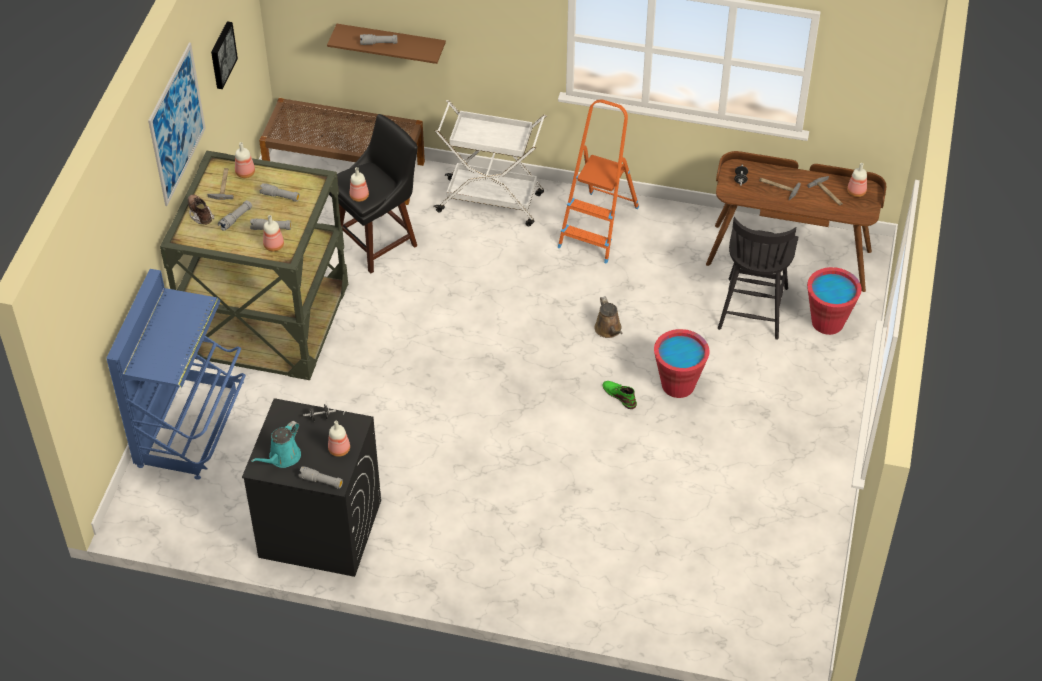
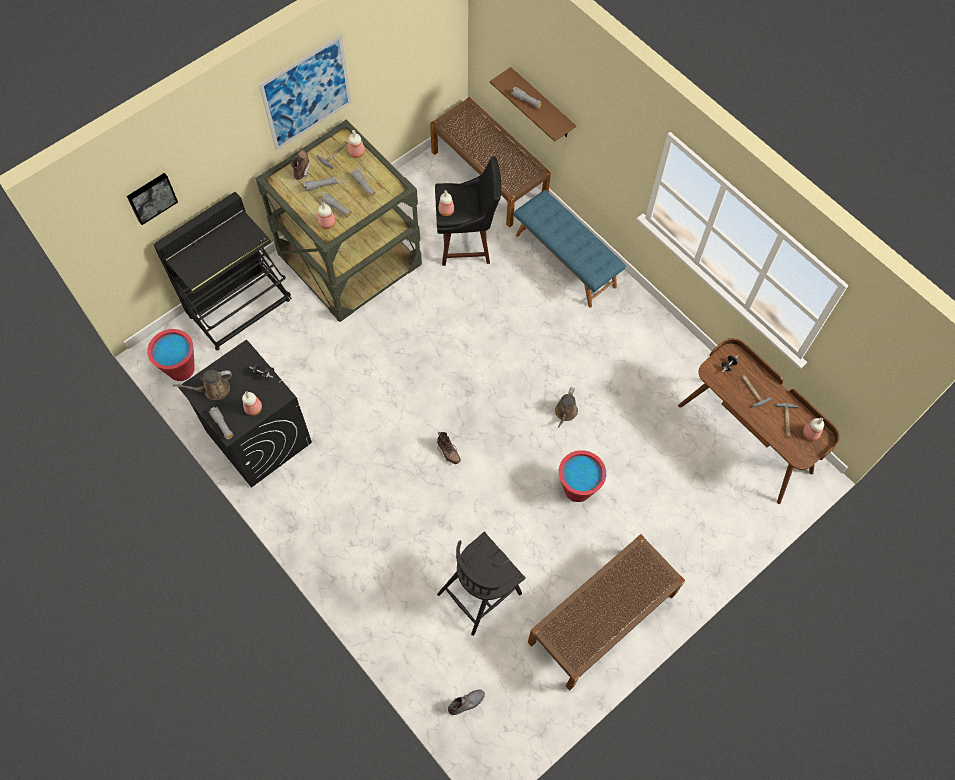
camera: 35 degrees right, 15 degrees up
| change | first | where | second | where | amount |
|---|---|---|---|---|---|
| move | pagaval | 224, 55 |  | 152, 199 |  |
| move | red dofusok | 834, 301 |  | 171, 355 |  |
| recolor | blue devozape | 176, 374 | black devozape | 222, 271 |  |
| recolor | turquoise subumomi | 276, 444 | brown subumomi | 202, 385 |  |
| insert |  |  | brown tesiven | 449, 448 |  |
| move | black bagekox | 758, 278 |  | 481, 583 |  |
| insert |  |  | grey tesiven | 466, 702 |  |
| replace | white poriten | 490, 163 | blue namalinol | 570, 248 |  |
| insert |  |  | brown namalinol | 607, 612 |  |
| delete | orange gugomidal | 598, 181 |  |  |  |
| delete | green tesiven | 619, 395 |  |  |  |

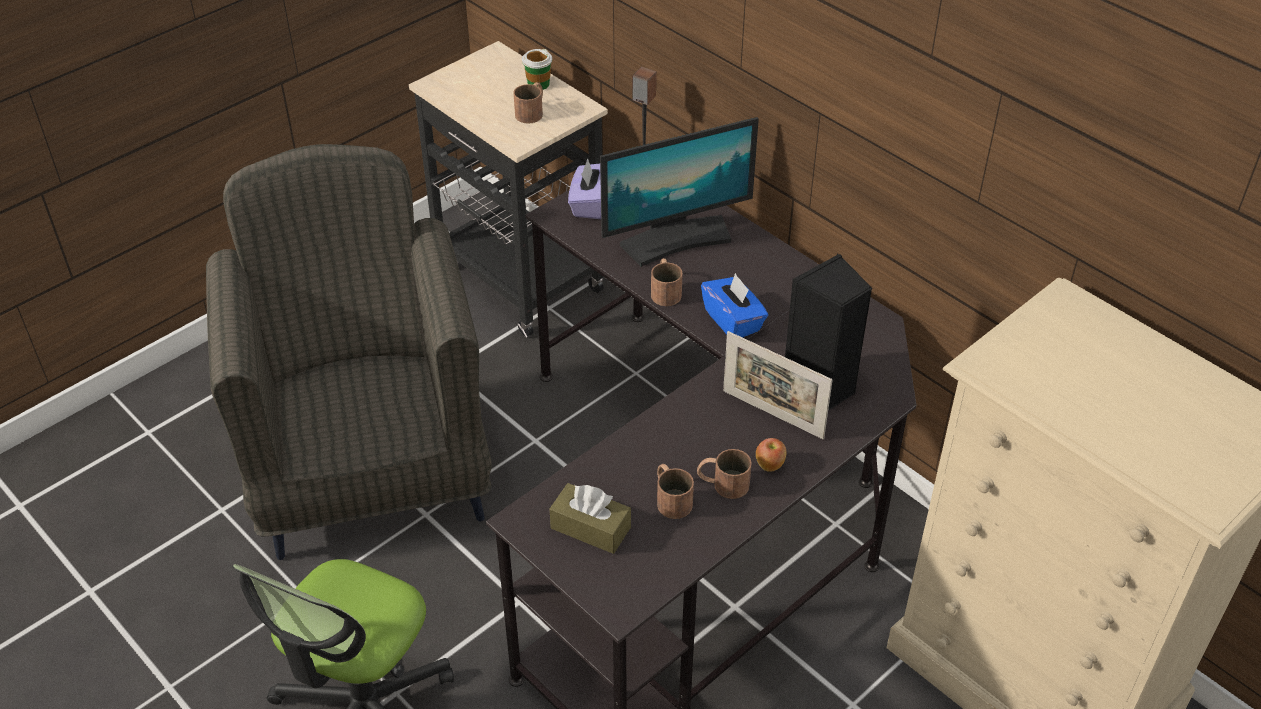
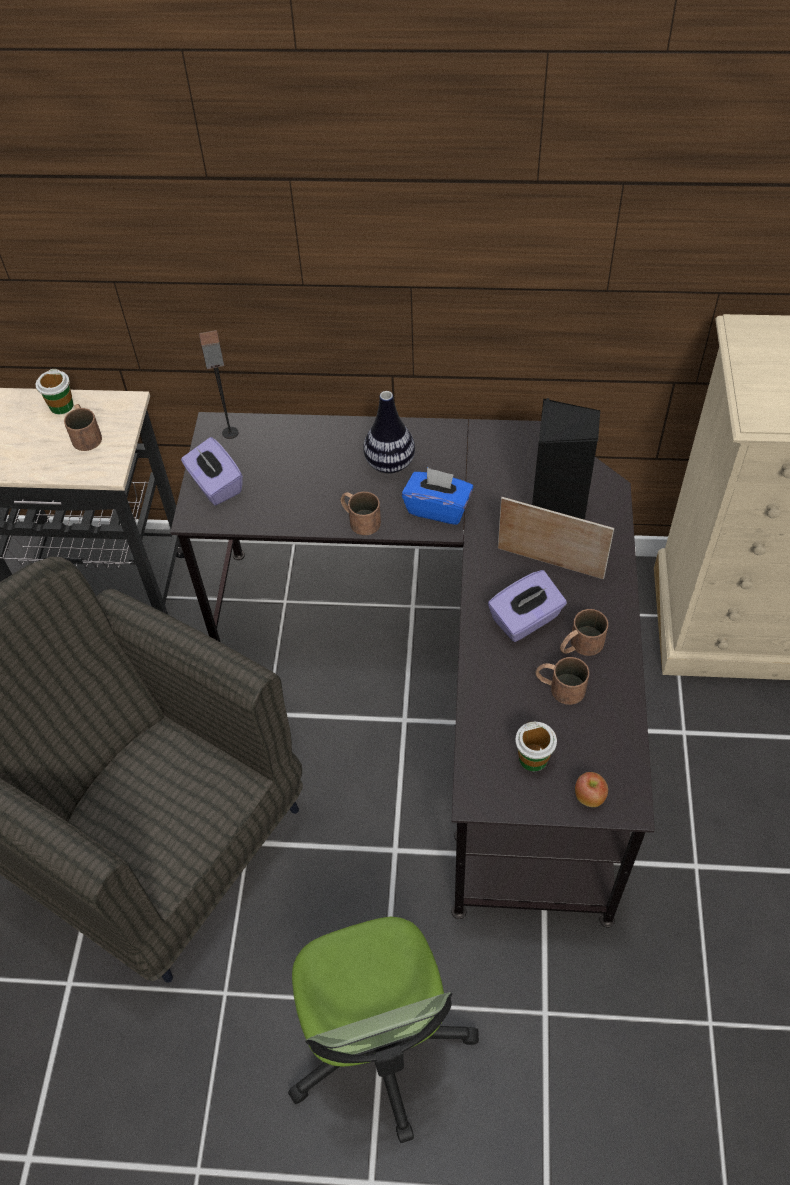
camera: 40 degrees left, 10 degrees up
| change | first | where | second | where | amount |
|---|---|---|---|---|---|
| insert |  |  | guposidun | 389, 432 |  |
| insert |  |  | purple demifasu | 527, 606 |  |
| rotate | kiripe | 777, 385 |  | 556, 538 | 150 degrees counterclockwise |
| replace | brown demifasu | 590, 518 | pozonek | 536, 746 |  |
| move | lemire | 771, 455 |  | 591, 789 |  |
| delete | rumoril | 679, 192 |  |  |  |

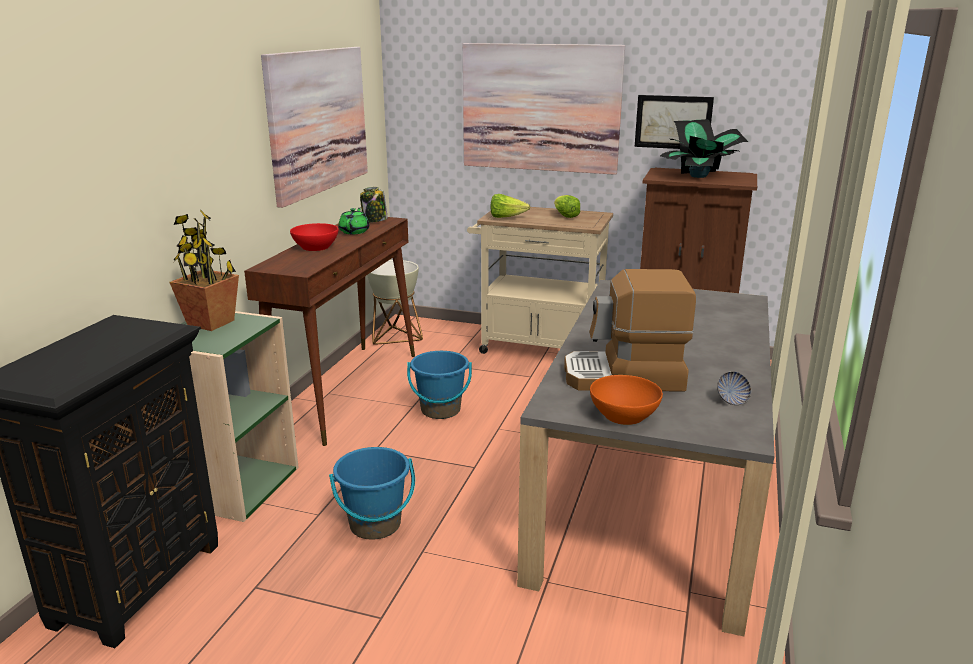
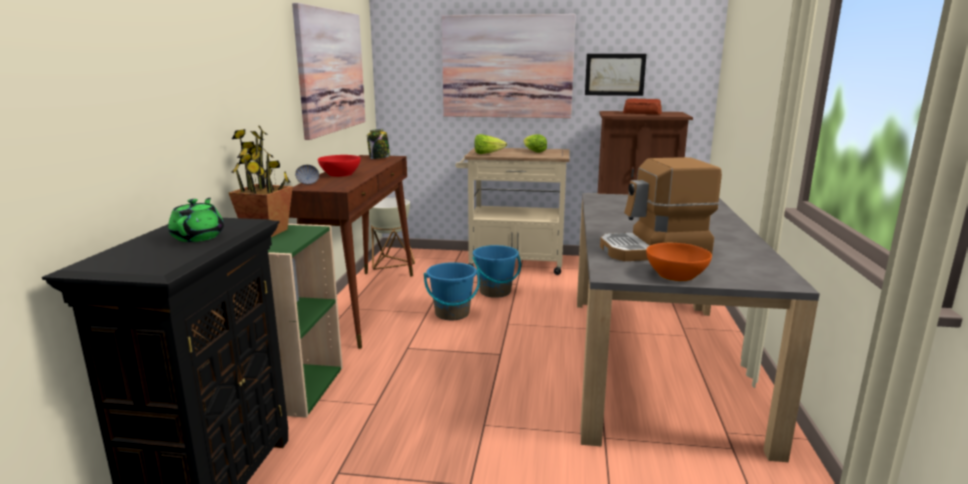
camera: 10 degrees left, 5 degrees down
| change | first | where | second | where | amount |
|---|---|---|---|---|---|
| move | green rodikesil | 353, 221 |  | 196, 220 |  |
| move | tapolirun | 734, 388 |  | 307, 175 |  |
| move | blue dofusok | 372, 493 |  | 496, 271 |  |
| replace | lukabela | 704, 148 | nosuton | 642, 106 |  |

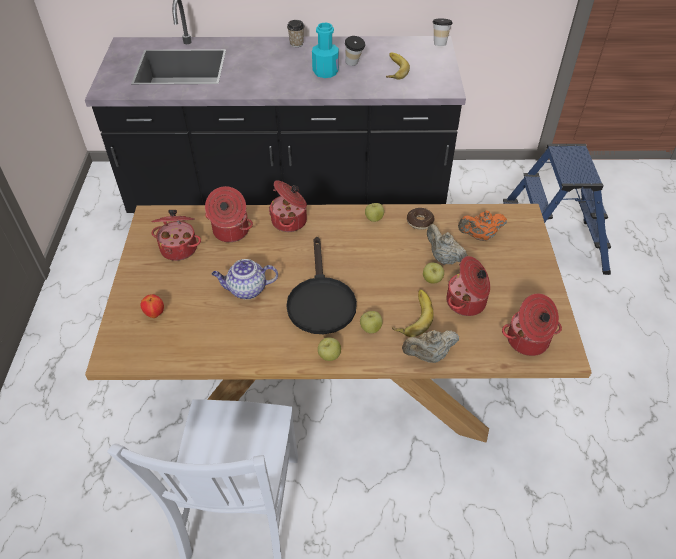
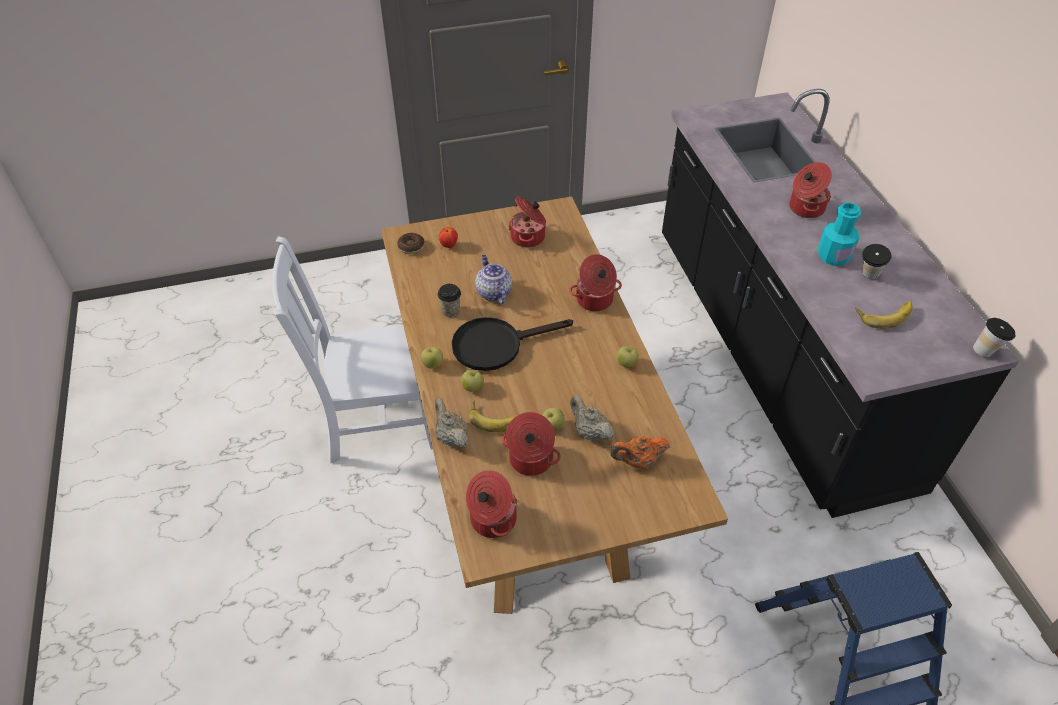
camera: 75 degrees right, 0 degrees up
| change | first | where | second | where | amount |
|---|---|---|---|---|---|
| move | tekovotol | 420, 219 |  | 411, 243 |  |
| move | pozonek | 296, 33 |  | 449, 300 |  |
| rotate | beige rodikesil | 447, 244 |  | 592, 418 | 75 degrees counterclockwise |
| rotate | orange rodikesil | 482, 225 |  | 640, 452 | 75 degrees counterclockwise |
| move | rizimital | 229, 214 |  | 810, 190 |  |

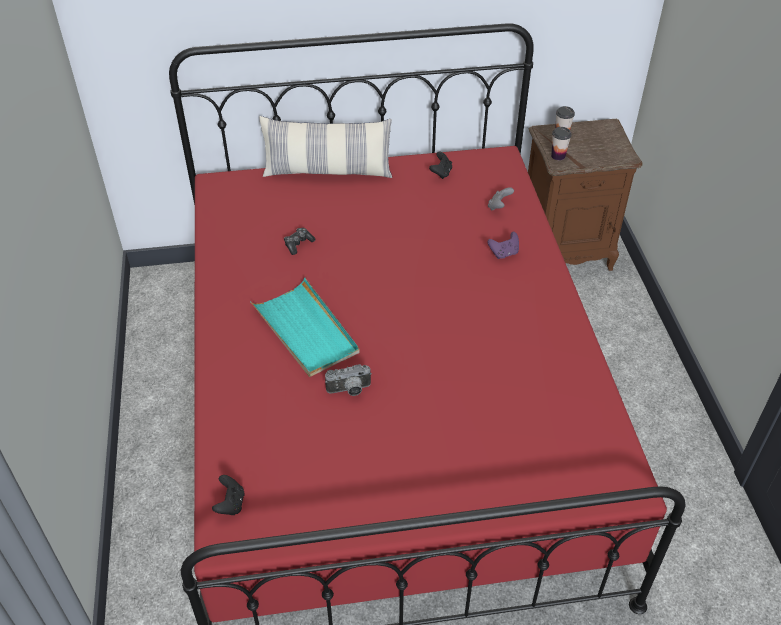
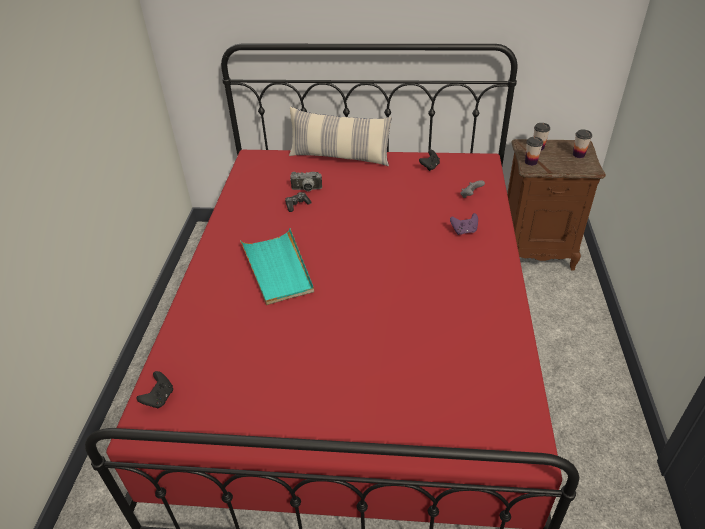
camera: 15 degrees right, 5 degrees down
| change | first | where | second | where | amount |
|---|---|---|---|---|---|
| move | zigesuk | 348, 380 |  | 306, 181 |  |
| insert |  |  | pozonek | 582, 144 |  |

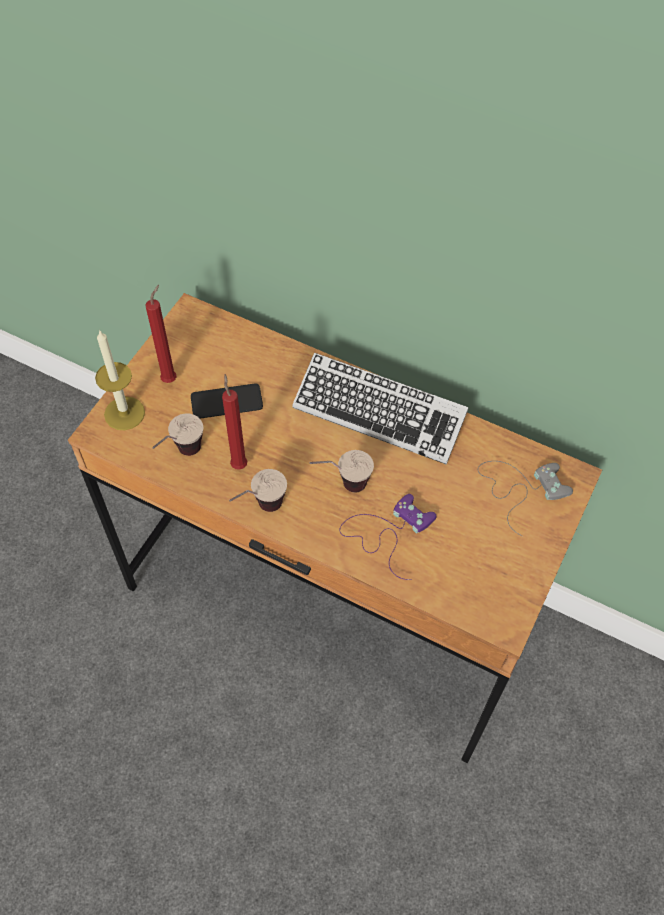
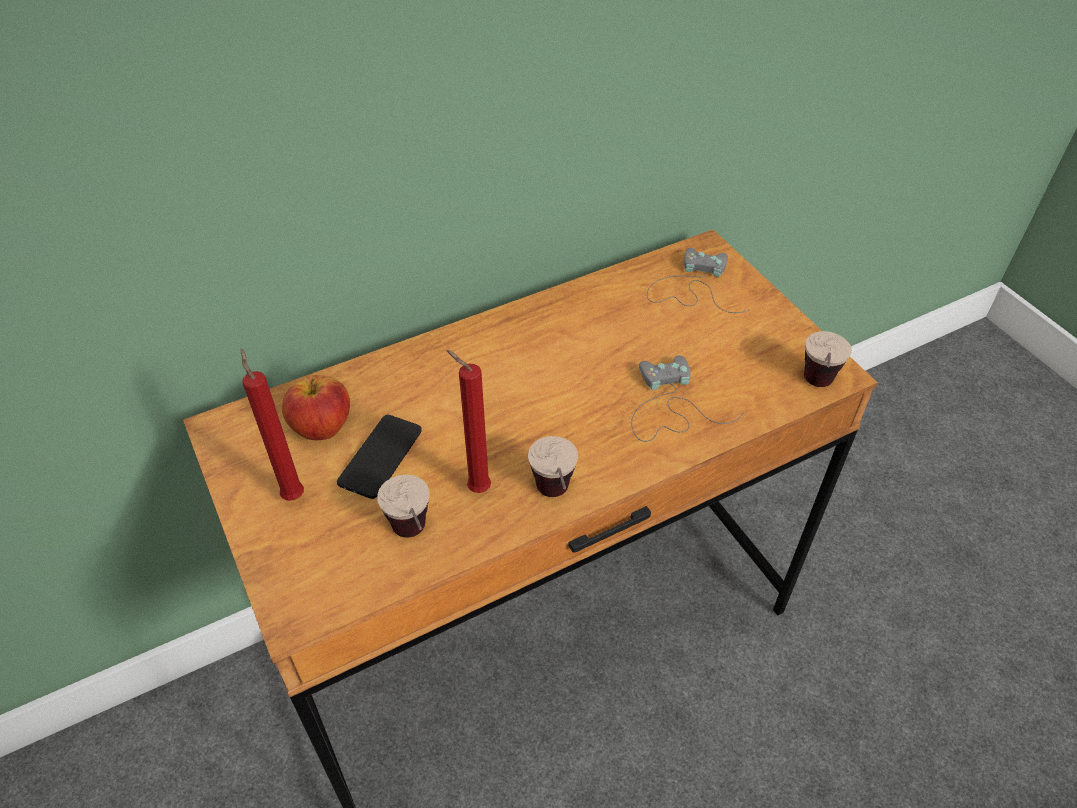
camera: 55 degrees left, 10 degrees down
| change | first | where | second | where | amount |
|---|---|---|---|---|---|
| insert |  |  | lemire | 316, 407 |  |
| recolor | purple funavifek | 388, 537 | grey funavifek | 687, 398 |  |
| move | pozonek | 341, 471 |  | 828, 359 |  |
| delete | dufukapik | 120, 380 |  |  |  |
| delete | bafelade | 380, 409 |  |  |  |

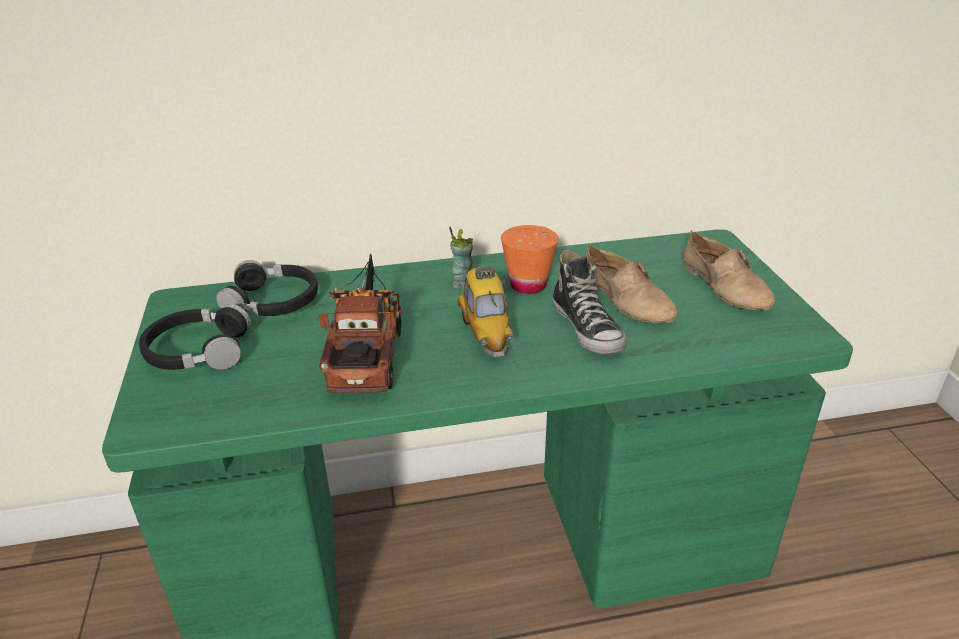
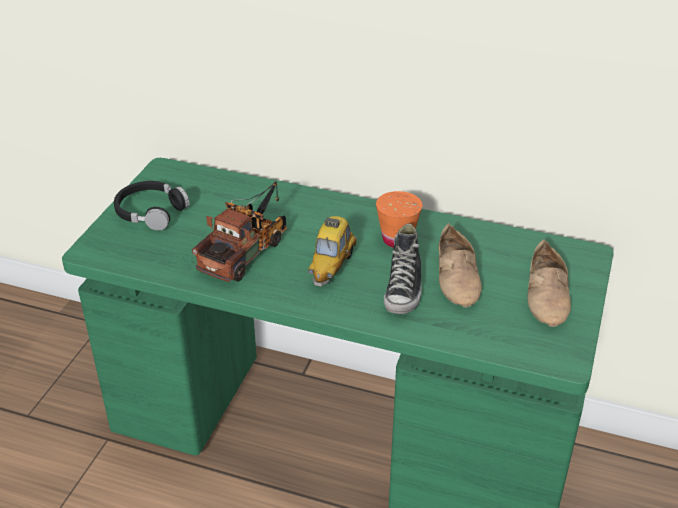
camera: 30 degrees right, 5 degrees up
| change | first | where | second | where | amount |
|---|---|---|---|---|---|
| delete | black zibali | 267, 288 |  |  |  |
| delete | pozonek | 461, 258 |  |  |  |

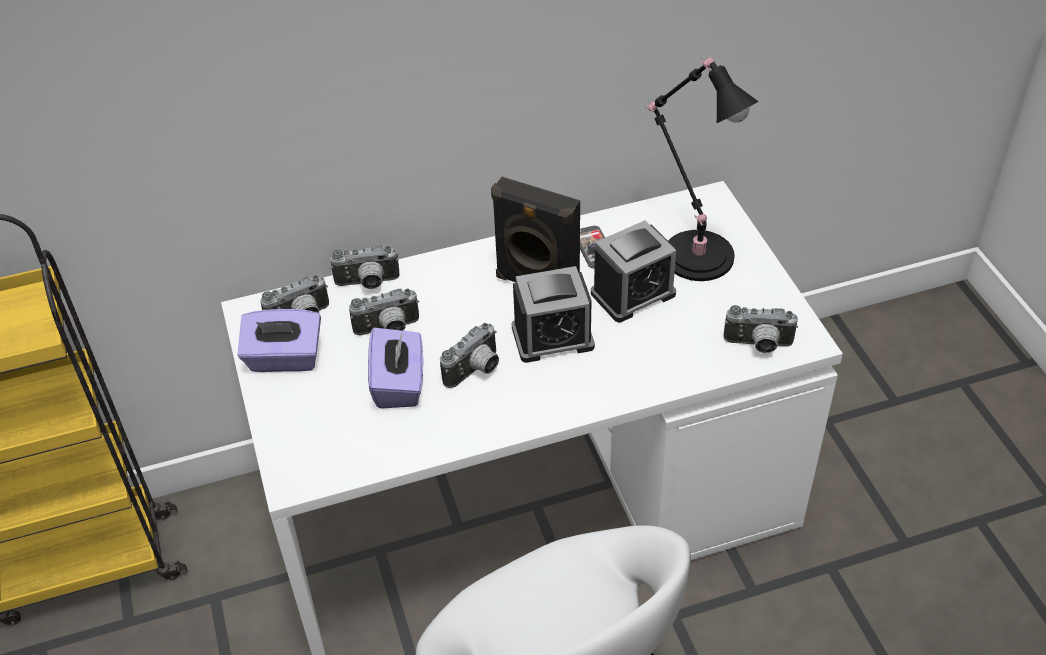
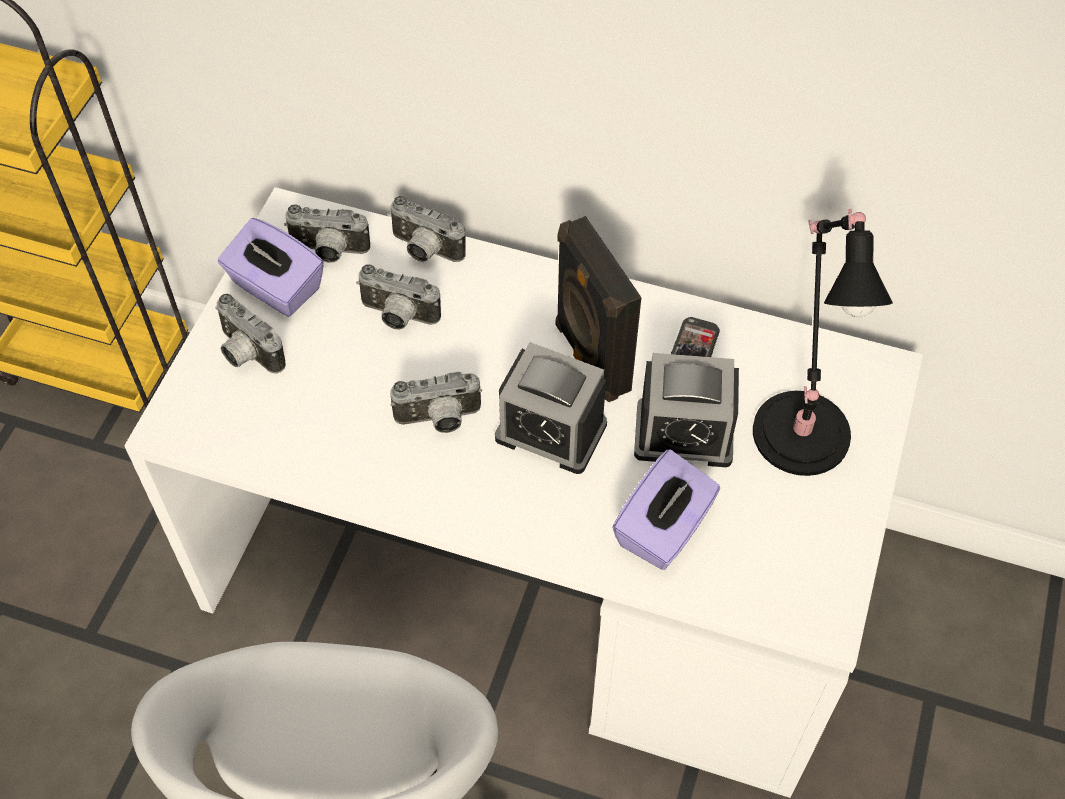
camera: 35 degrees right, 10 degrees up
| change | first | where | second | where | amount |
|---|---|---|---|---|---|
| move | zigesuk | 760, 329 |  | 250, 334 |  |
| move | purple demifasu | 395, 368 |  | 666, 509 |  |

